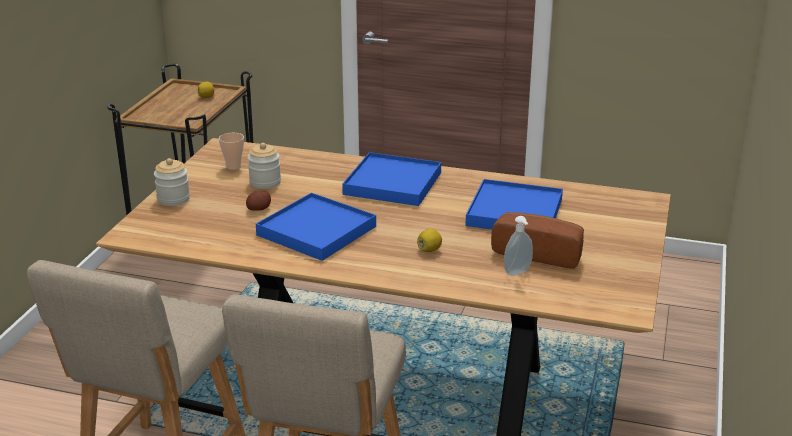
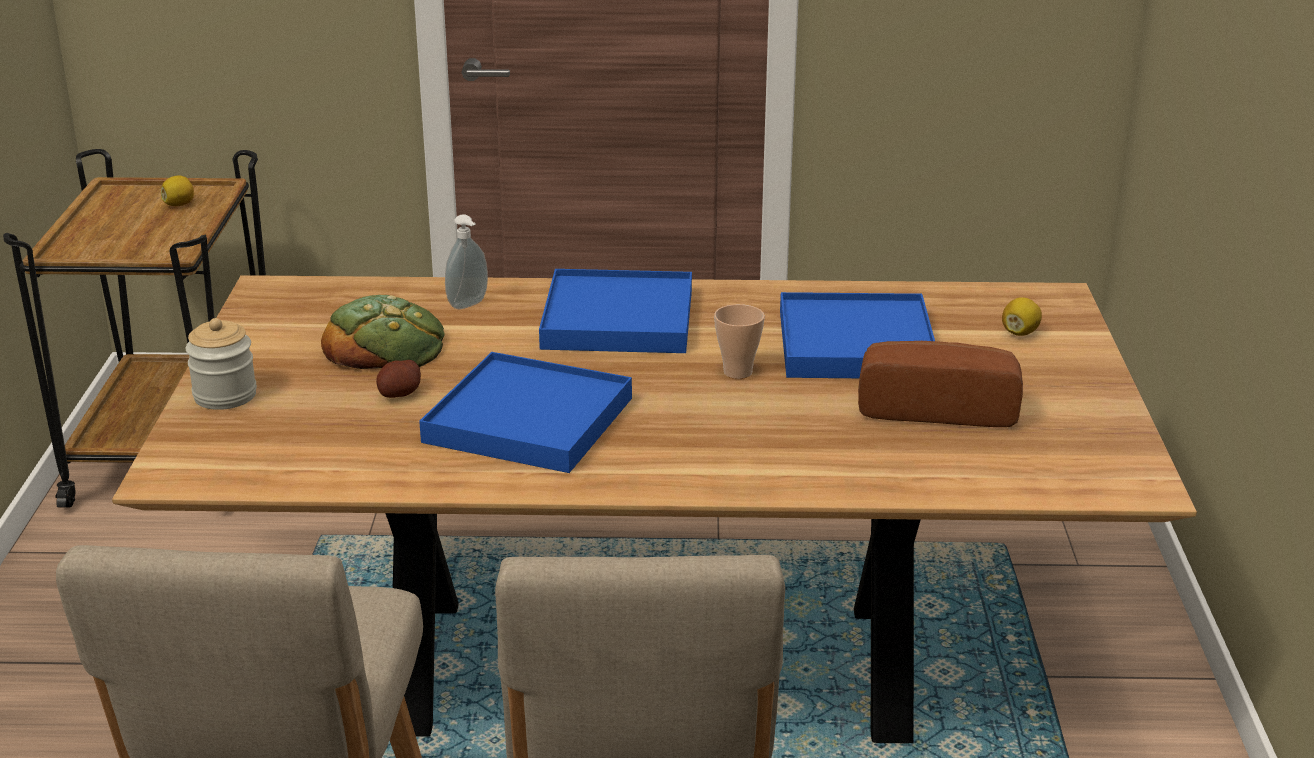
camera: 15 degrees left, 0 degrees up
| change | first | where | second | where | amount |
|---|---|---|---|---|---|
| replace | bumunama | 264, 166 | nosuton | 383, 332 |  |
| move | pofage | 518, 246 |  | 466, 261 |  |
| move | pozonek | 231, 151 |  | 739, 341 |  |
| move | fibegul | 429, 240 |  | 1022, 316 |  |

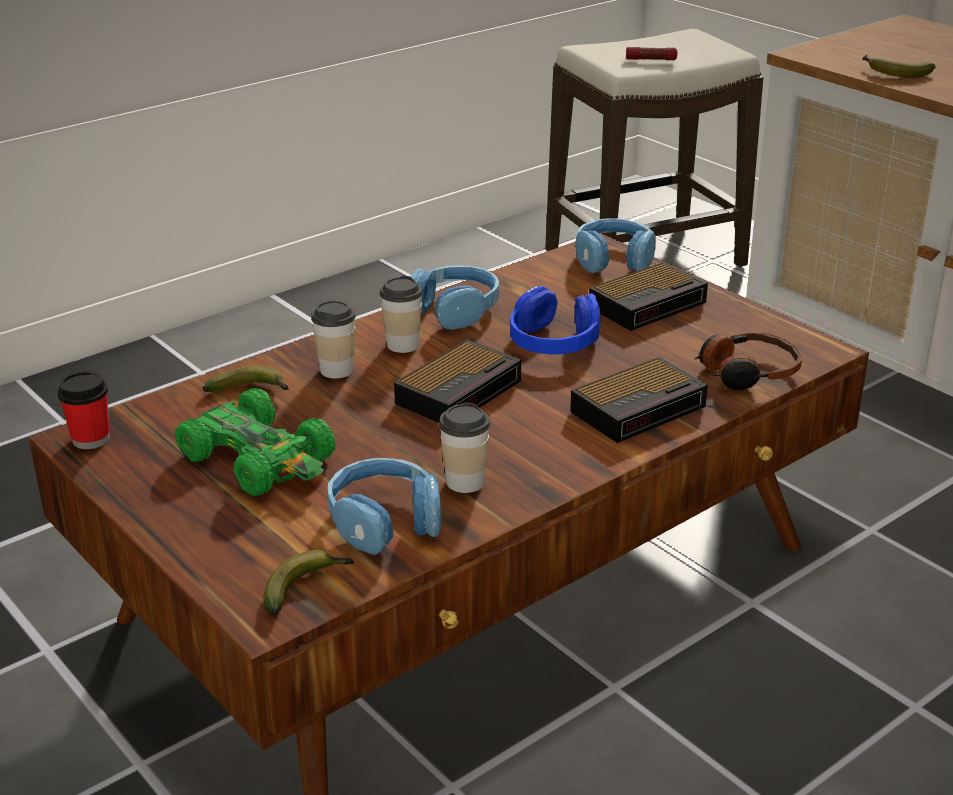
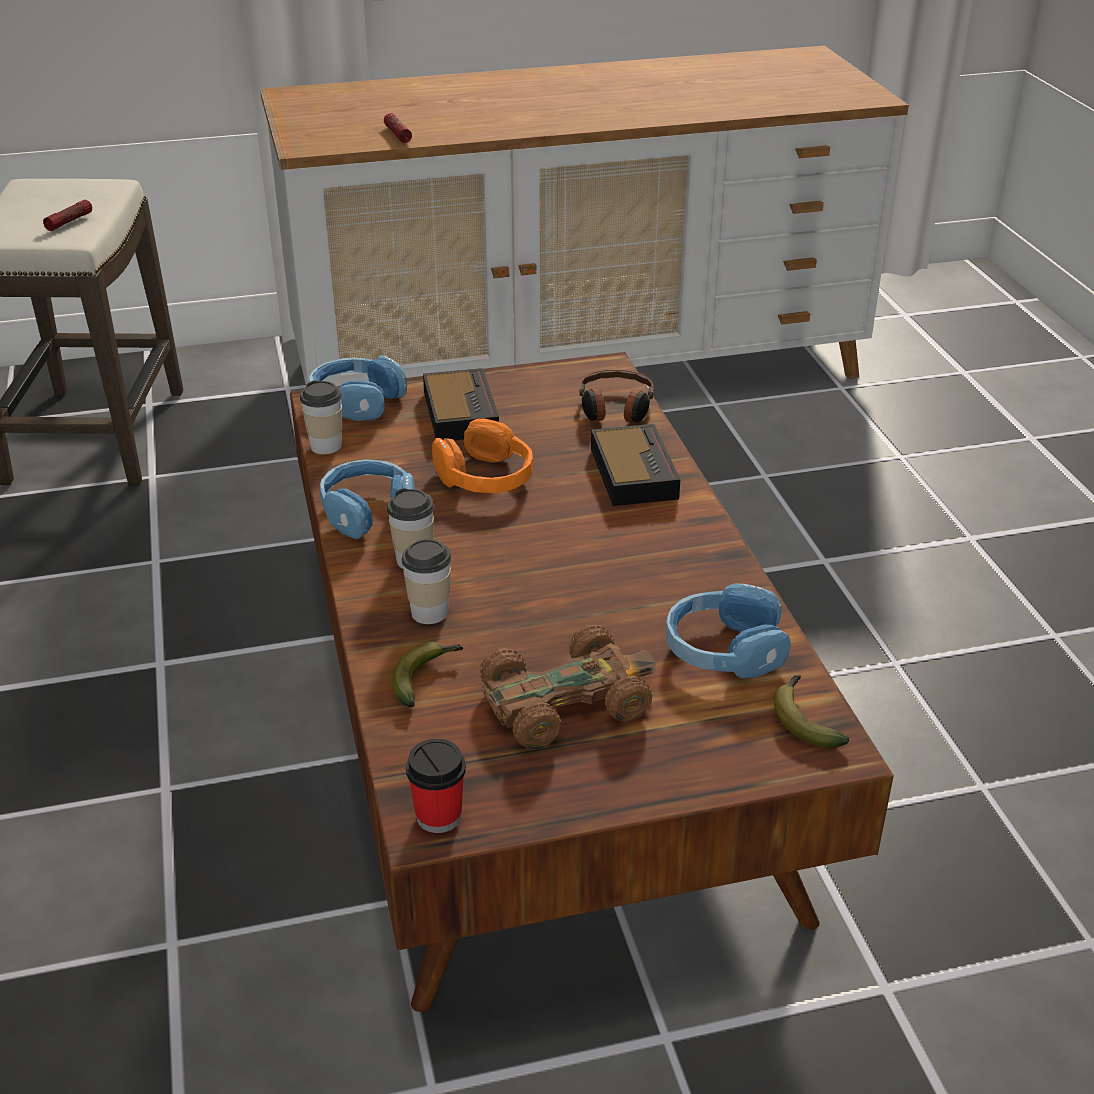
camera: 65 degrees left, 5 degrees up
| change | first | where | second | where | amount |
|---|---|---|---|---|---|
| move | pozonek | 464, 447 |  | 321, 418 |  |
| replace | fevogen | 899, 66 | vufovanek | 398, 128 |  |
| recolor | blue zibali | 555, 320 | orange zibali | 482, 455 |  |
| recolor | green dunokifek | 255, 442 | brown dunokifek | 568, 687 |  |
| delete | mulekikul | 457, 381 |  |  |  |

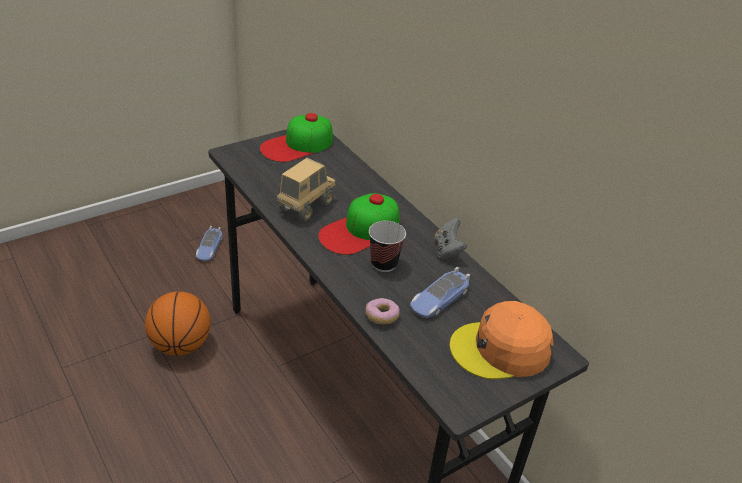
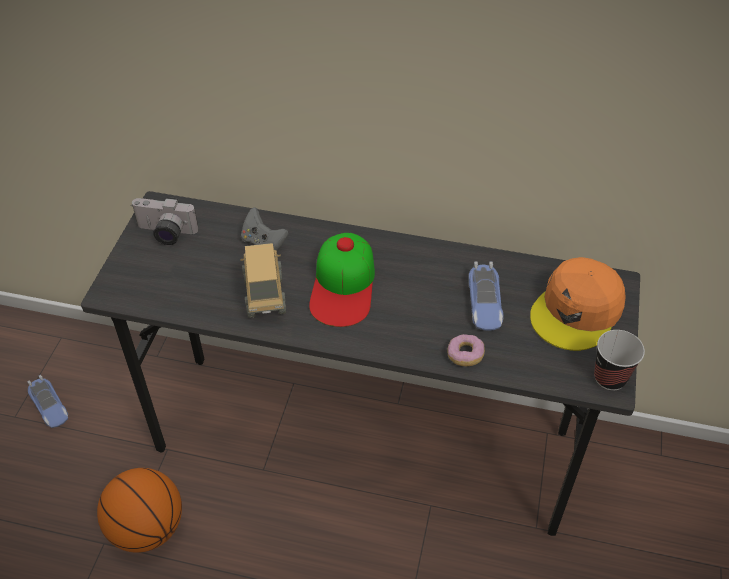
camera: 40 degrees left, 10 degrees up
| change | first | where | second | where | amount |
|---|---|---|---|---|---|
| replace | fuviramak | 296, 137 | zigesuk | 165, 221 |  |
| move | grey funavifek | 450, 238 |  | 265, 229 |  |
| move | pozonek | 387, 246 |  | 619, 360 |  |

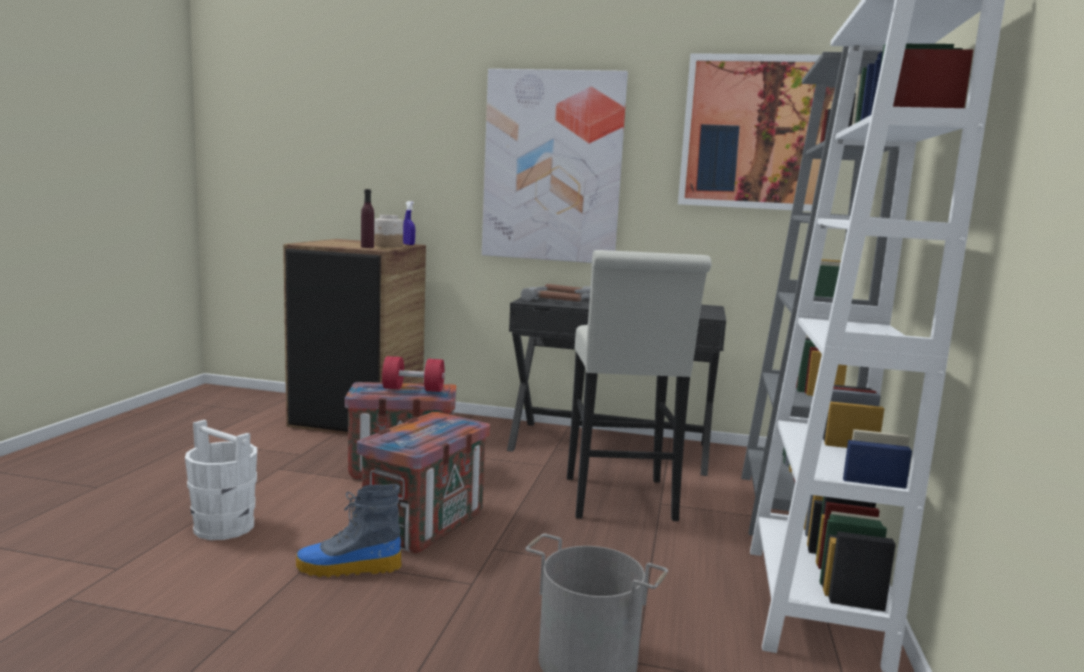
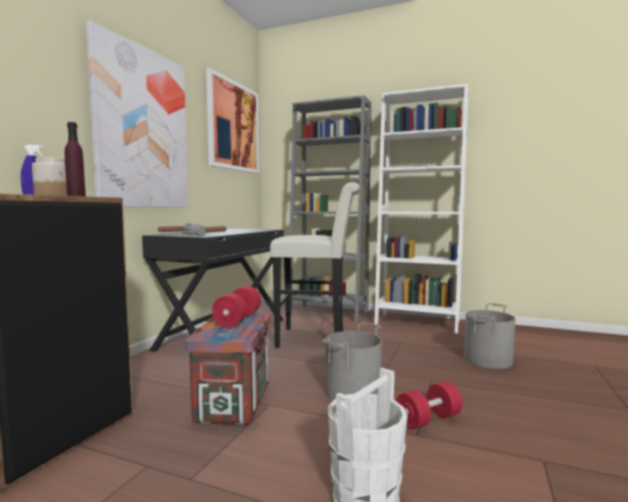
camera: 80 degrees left, 5 degrees down
| change | first | where | second | where | amount |
|---|---|---|---|---|---|
| replace | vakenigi | 423, 482 | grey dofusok | 352, 362 |  |
| replace | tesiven | 349, 530 | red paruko | 429, 405 |  |

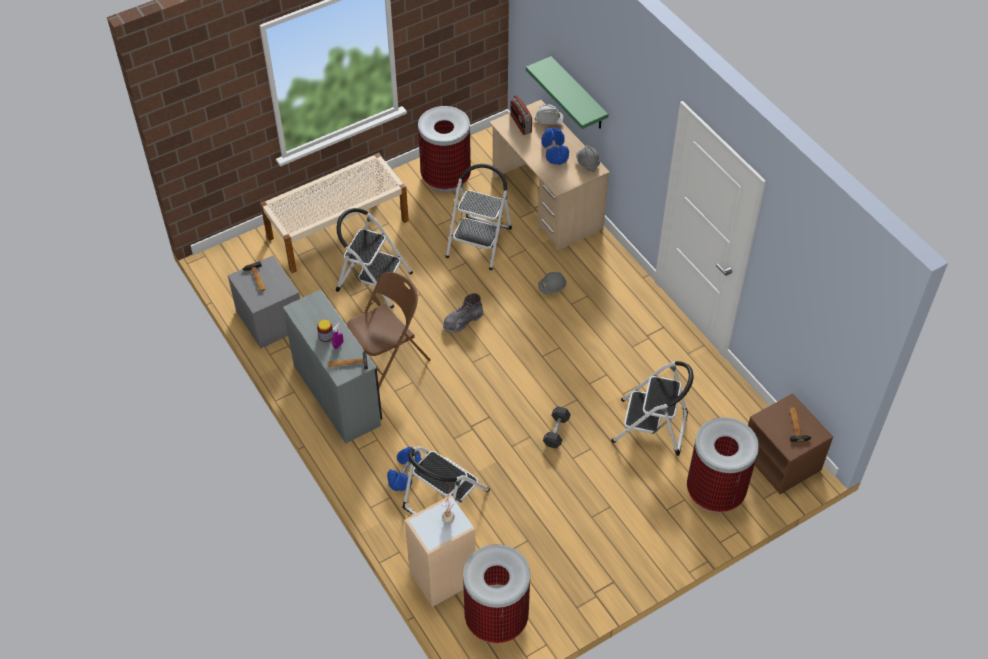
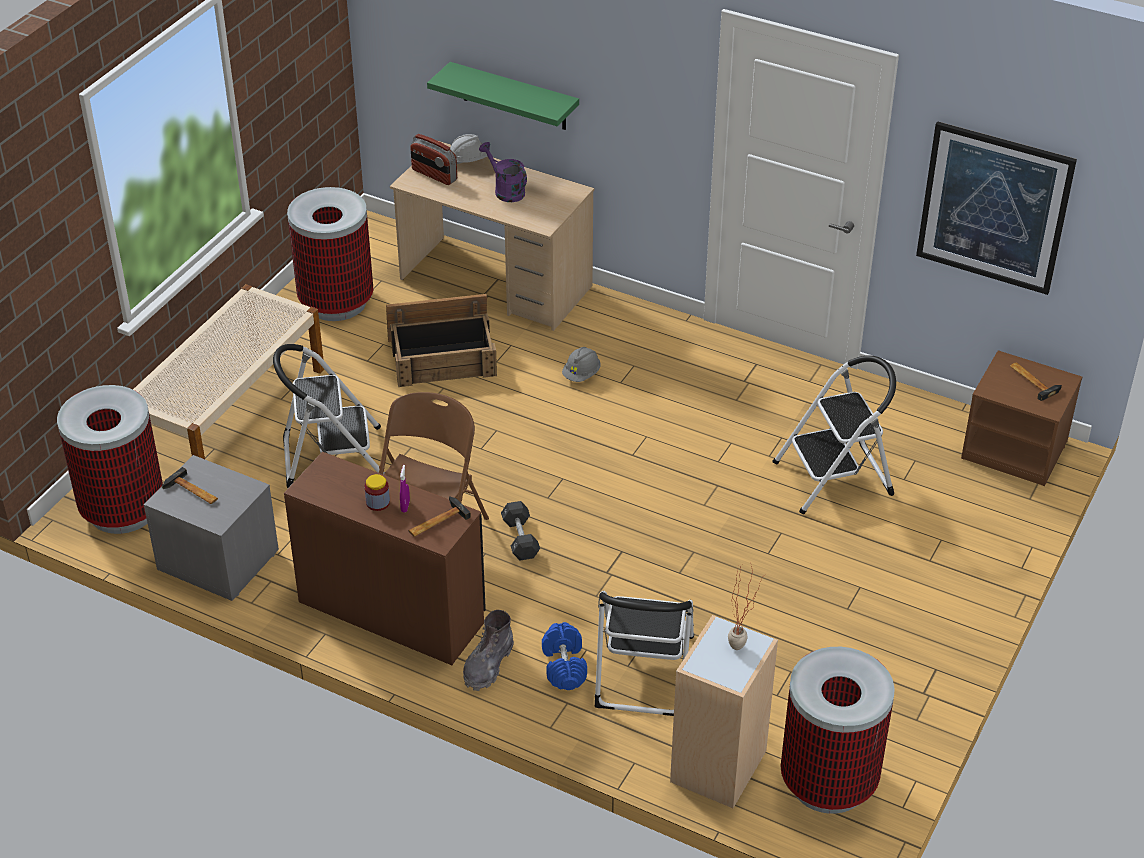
camera: 30 degrees left, 10 degrees down
| change | first | where | second | where | amount |
|---|---|---|---|---|---|
| move | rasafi | 723, 465 |  | 110, 459 |  |
| recolor | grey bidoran | 332, 366 | brown bidoran | 385, 558 |  |
| replace | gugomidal | 478, 217 | vakenigi | 441, 340 |  |
| move | grey tesiven | 463, 313 |  | 488, 650 |  |
| replace | blue paruko | 555, 146 | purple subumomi | 503, 172 |  |
| move | black paruko | 557, 427 |  | 520, 531 |  |
| insert |  |  | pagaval | 996, 208 |  |
| delete | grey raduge | 588, 158 |  |  |  |

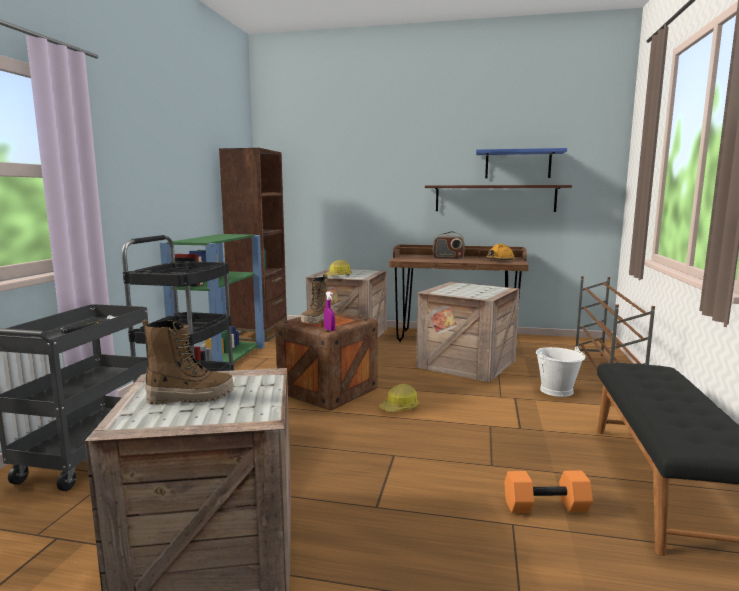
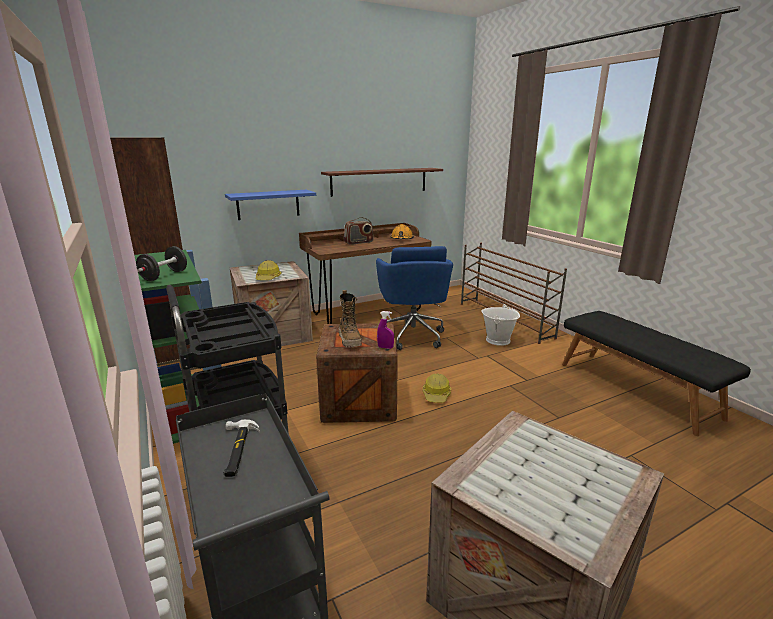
camera: 40 degrees left, 10 degrees up
| change | first | where | second | where | amount |
|---|---|---|---|---|---|
| insert |  |  | black paruko | 161, 263 |  |
| move | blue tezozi | 521, 163 |  | 270, 205 |  |
| replace | vakenigi | 468, 332 | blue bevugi | 414, 298 |  |
| delete | tesiven | 188, 361 |  |  |  |
| delete | orange paruko | 548, 491 |  |  |  |

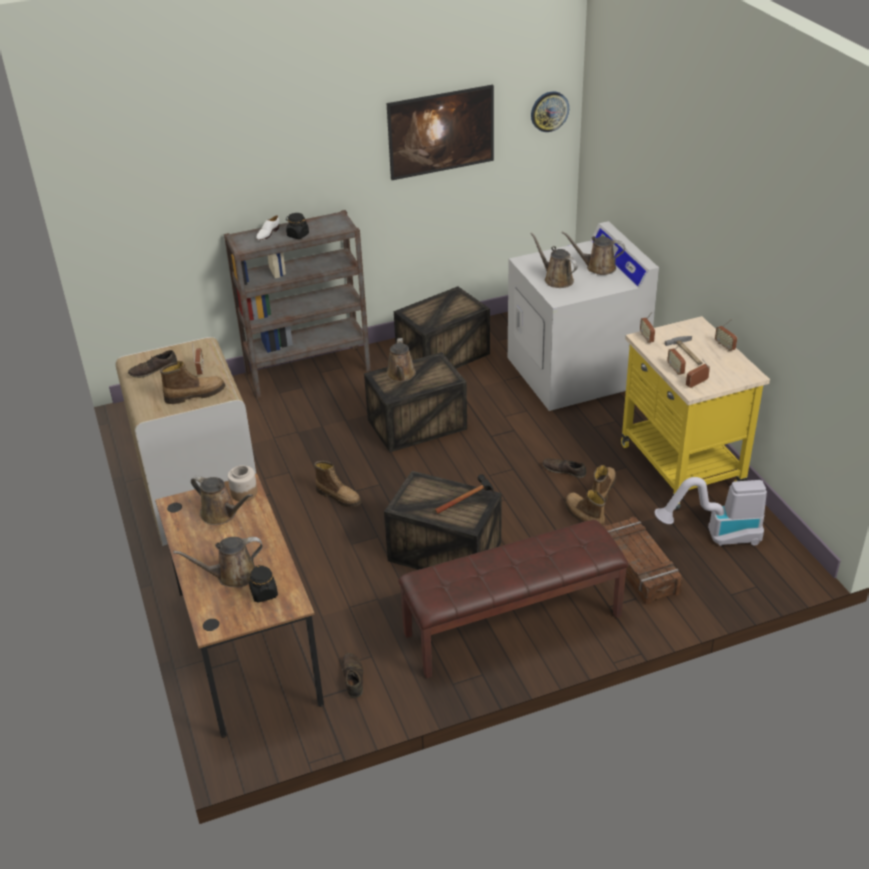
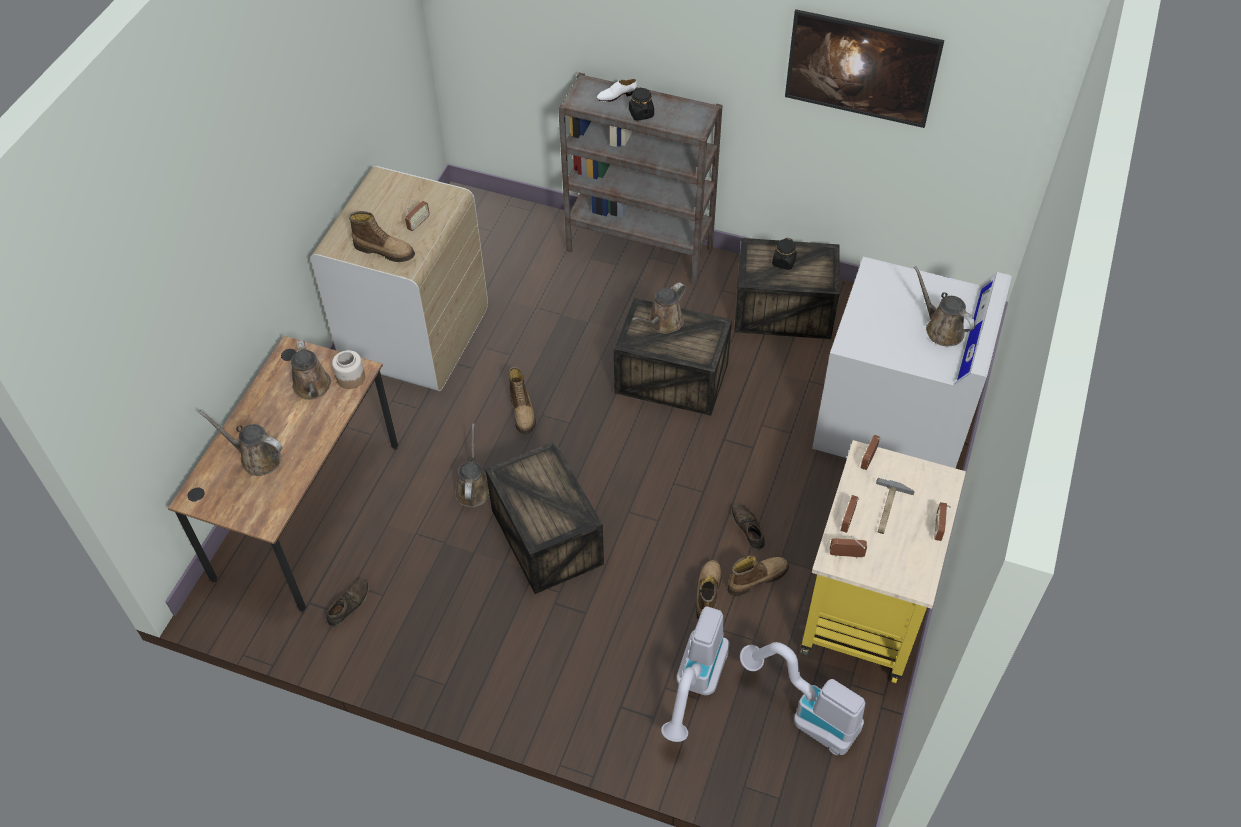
camera: 40 degrees right, 15 degrees up
| change | first | where | second | where | amount |
|---|---|---|---|---|---|
| move | brown subumomi | 554, 260 |  | 472, 465 |  |
| replace | vakenigi | 643, 560 | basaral | 695, 674 |  |
| move | black bumunama | 263, 583 |  | 784, 254 |  |
| delete | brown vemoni | 152, 364 |  |  |  |
| delete | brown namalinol | 513, 599 |  |  |  |
| delete | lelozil | 465, 494 |  |  |  |
| delete | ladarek | 550, 111 |  |  |  |

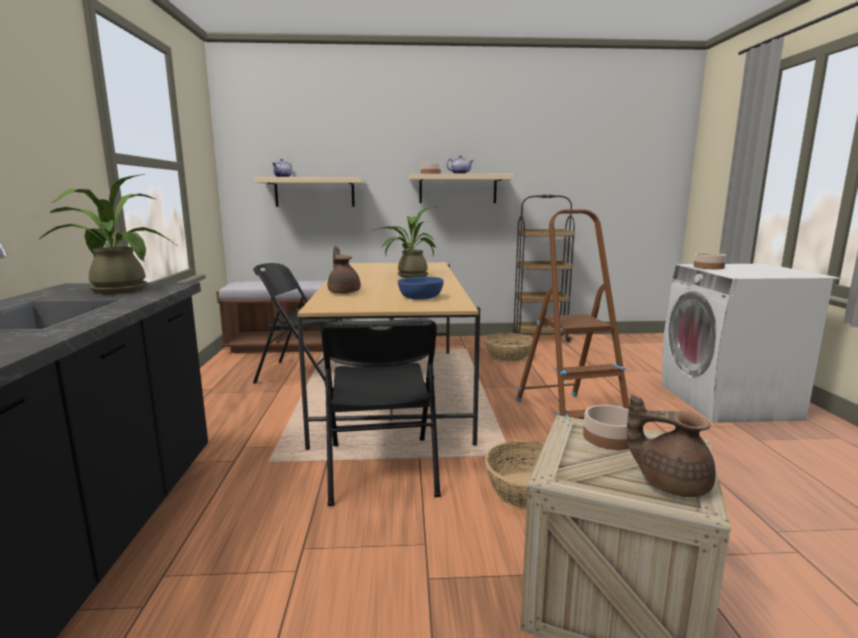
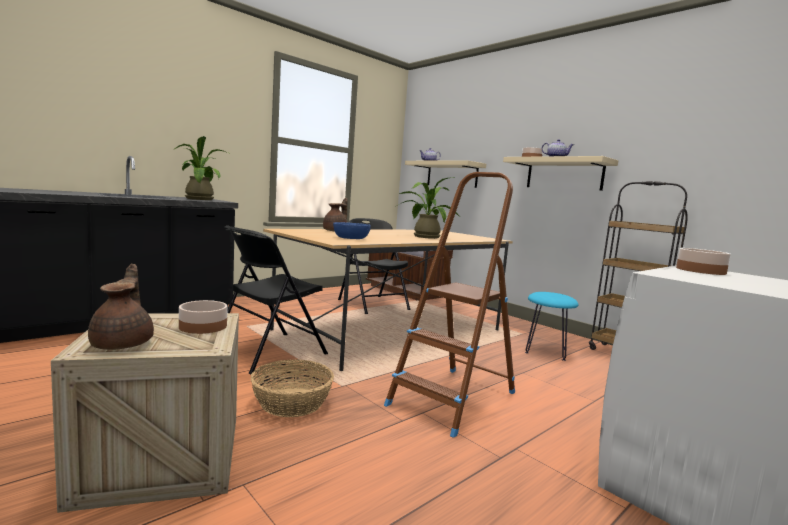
camera: 50 degrees right, 5 degrees down
| change | first | where | second | where | amount |
|---|---|---|---|---|---|
| replace | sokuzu | 509, 347 | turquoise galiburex | 552, 326 |  |

